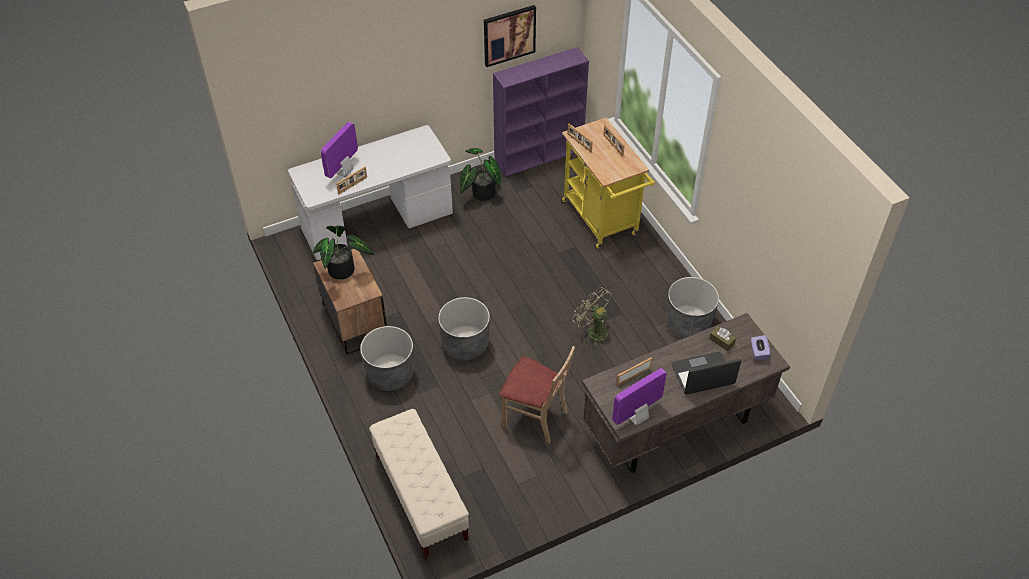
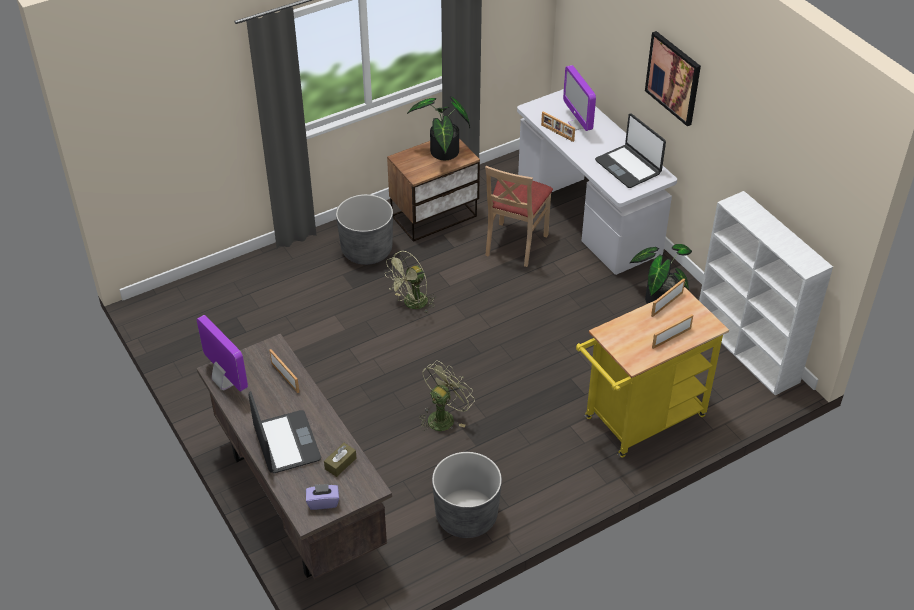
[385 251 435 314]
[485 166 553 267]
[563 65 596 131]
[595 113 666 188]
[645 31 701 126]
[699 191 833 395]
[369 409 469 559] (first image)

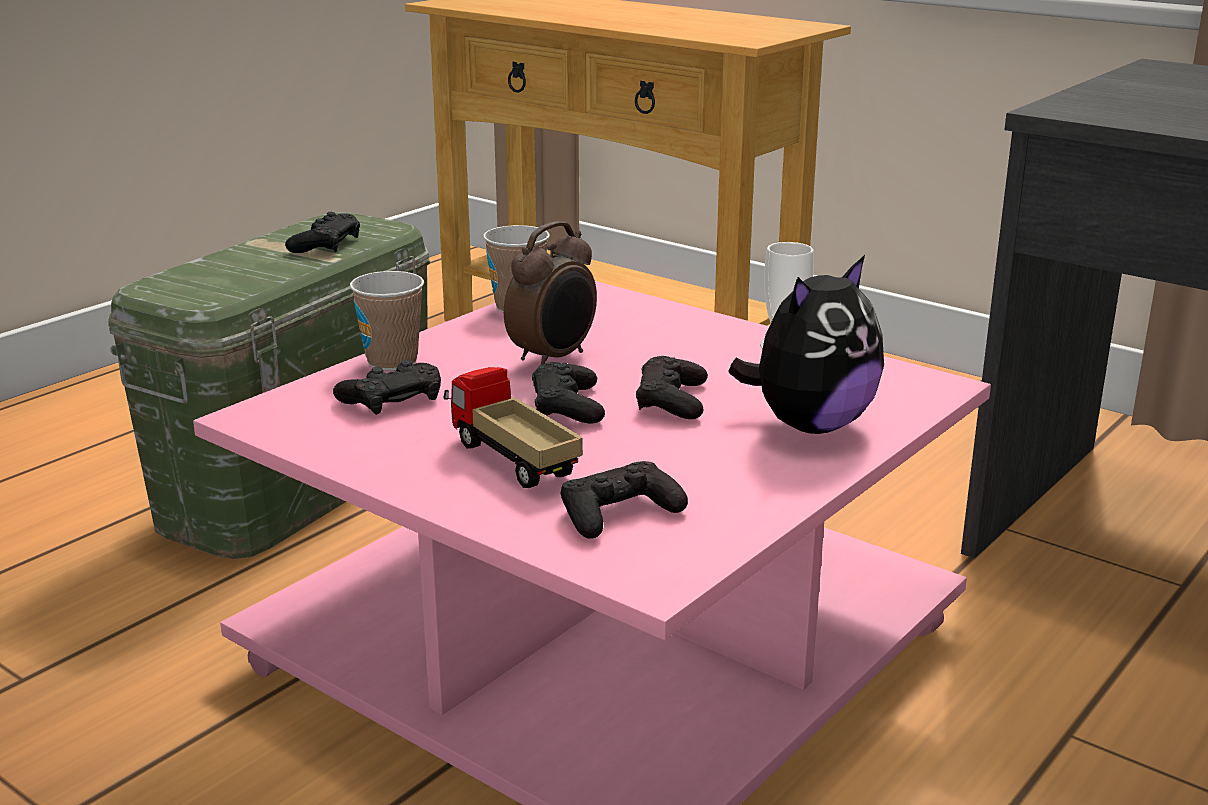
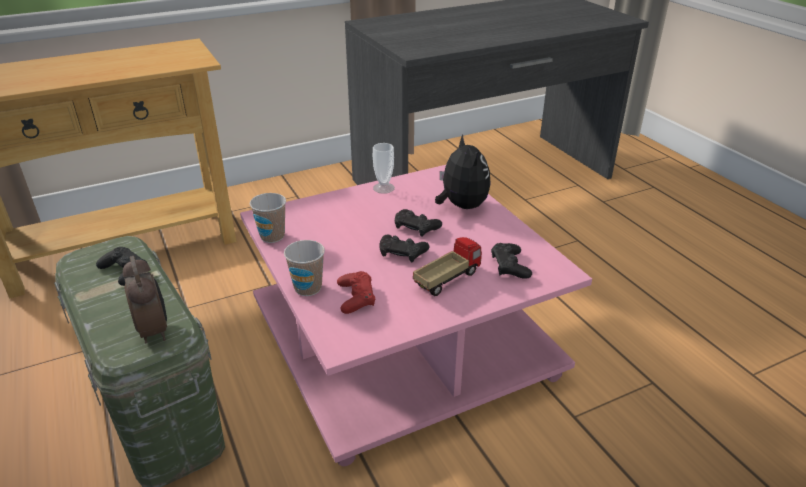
[123 256 167 344]
[337 271 375 314]
[413 237 482 296]

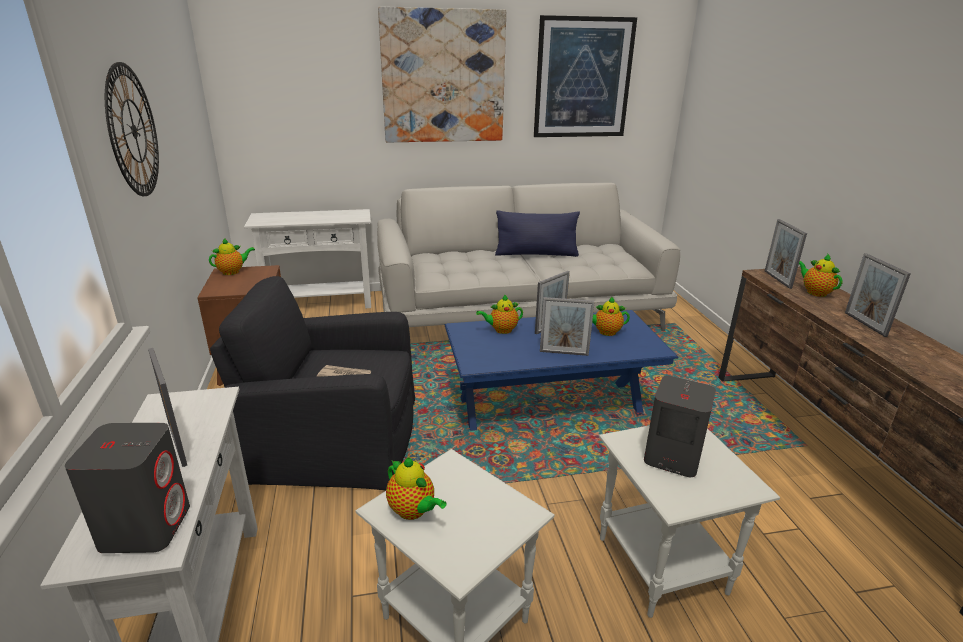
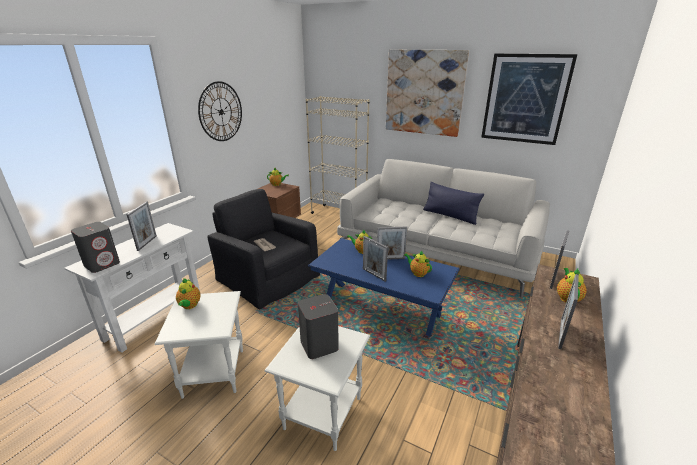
[306 96 370 214]

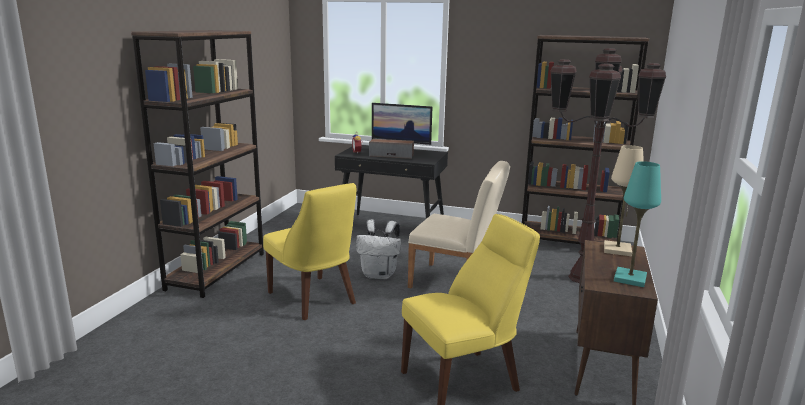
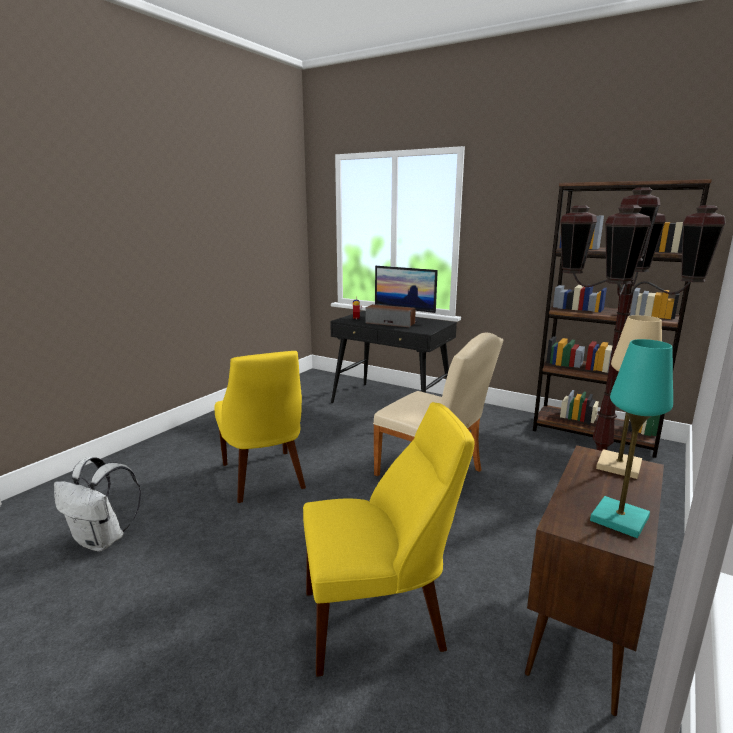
[54 457 141 552]
[131 30 264 298] (first image)

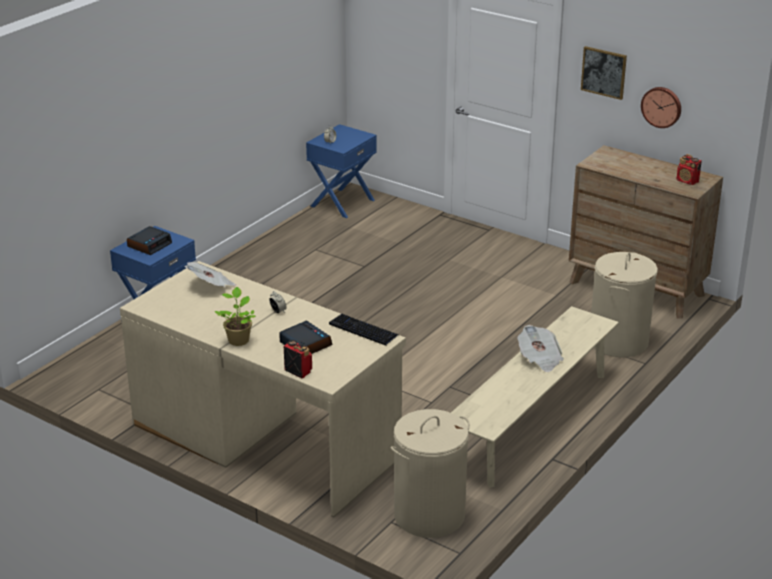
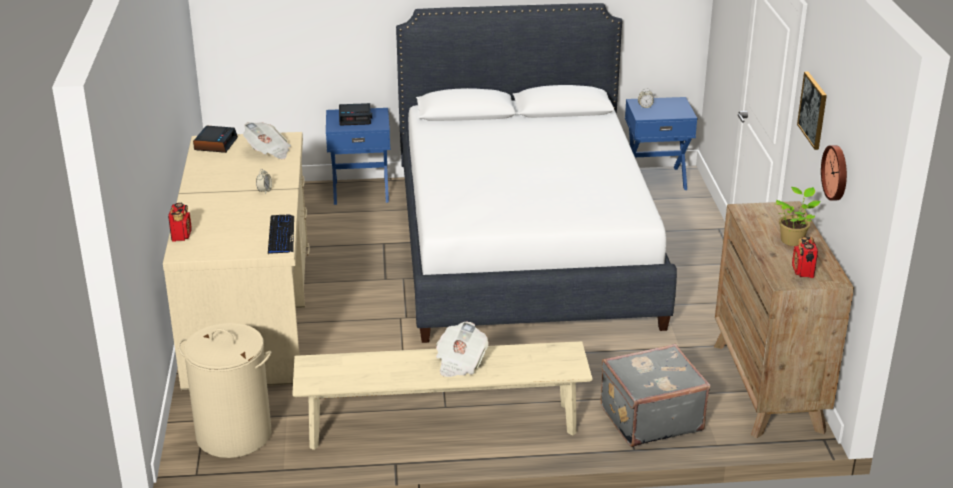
[193 126 238 153]
[396 3 677 343]
[601 344 710 447]
[776 187 821 246]

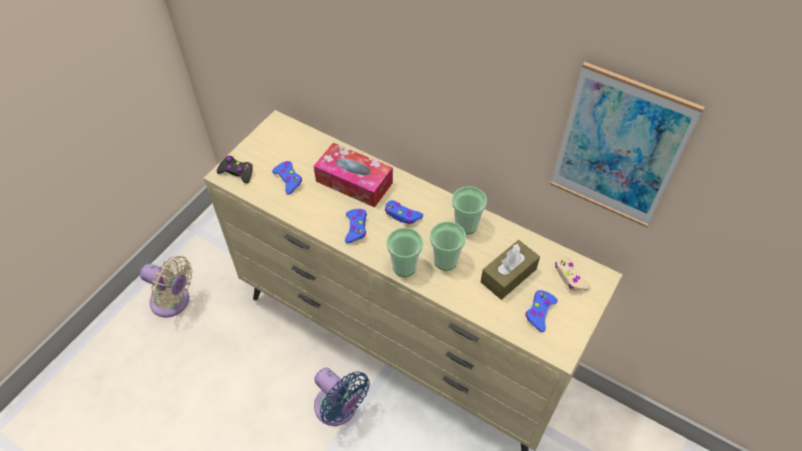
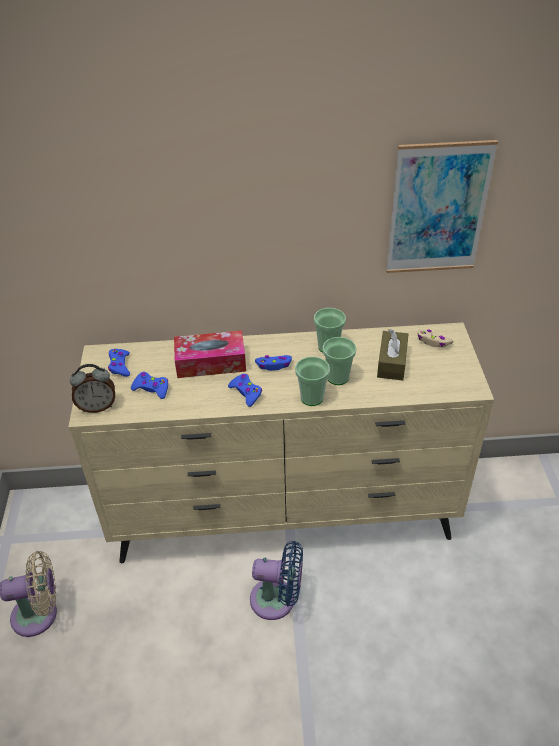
[70 364 115 413]
[108 349 130 377]

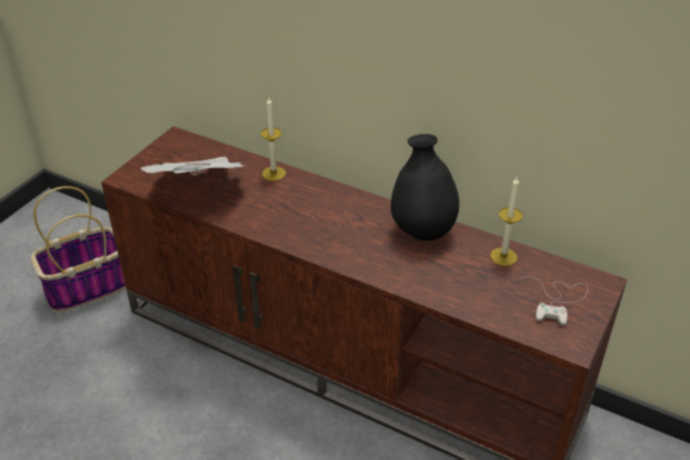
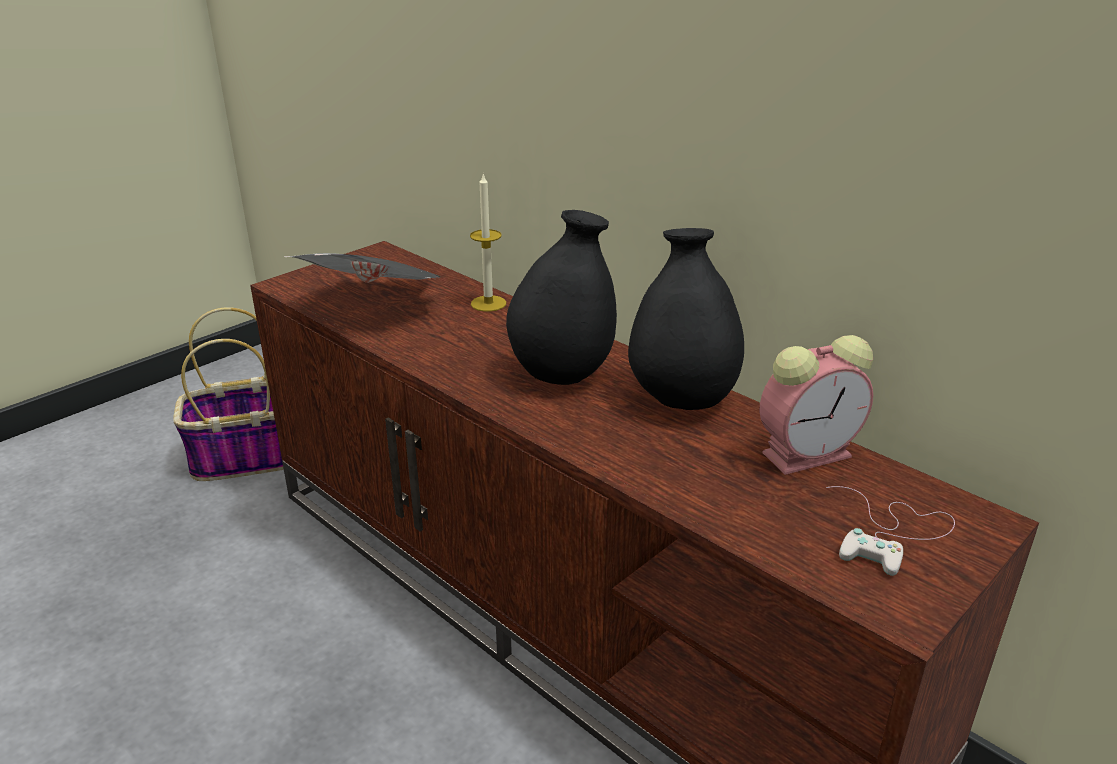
[506 210 617 385]
[760 335 873 475]

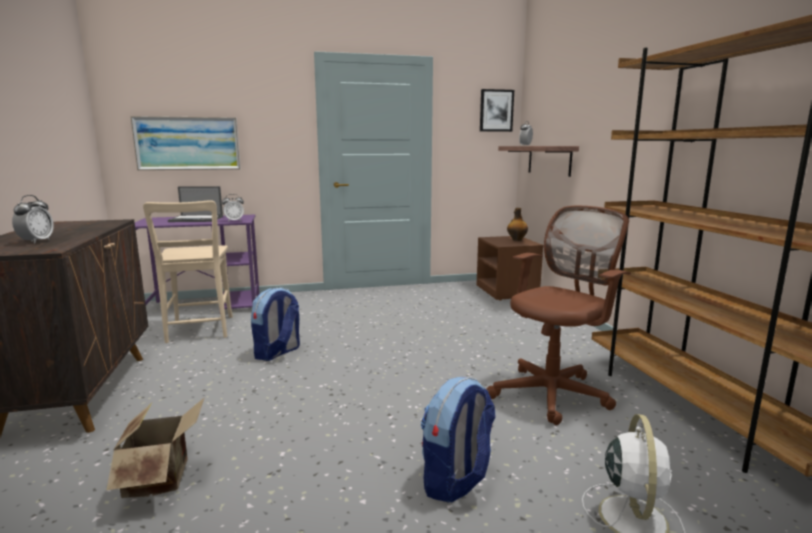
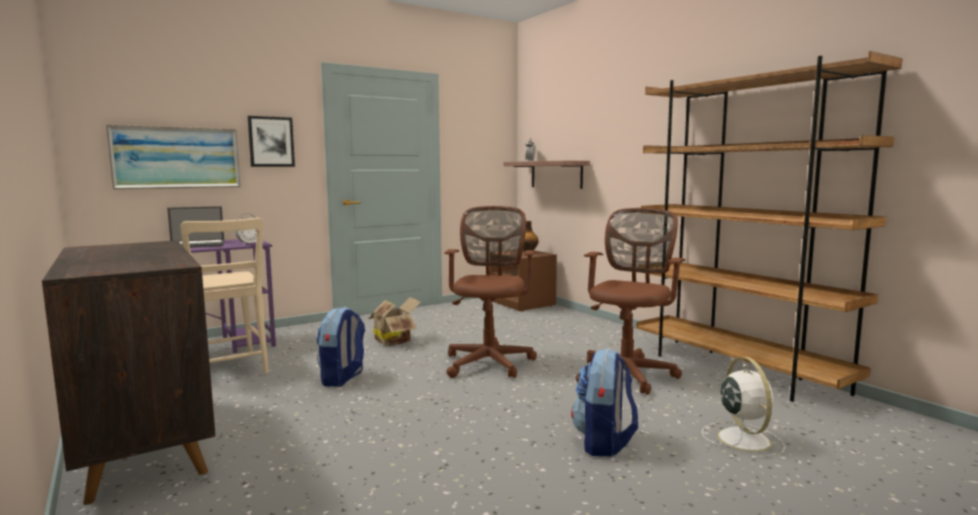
[247 116 295 167]
[369 297 421 346]
[444 206 537 378]
[12 195 54 244] (first image)

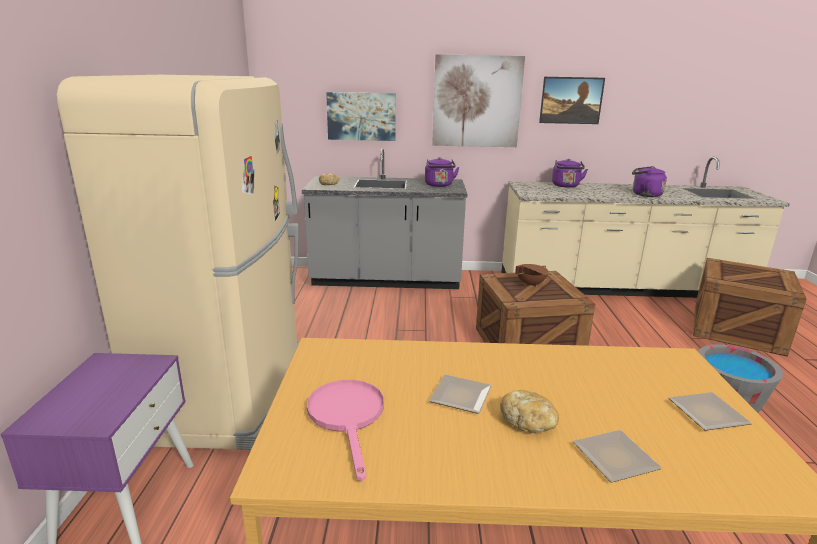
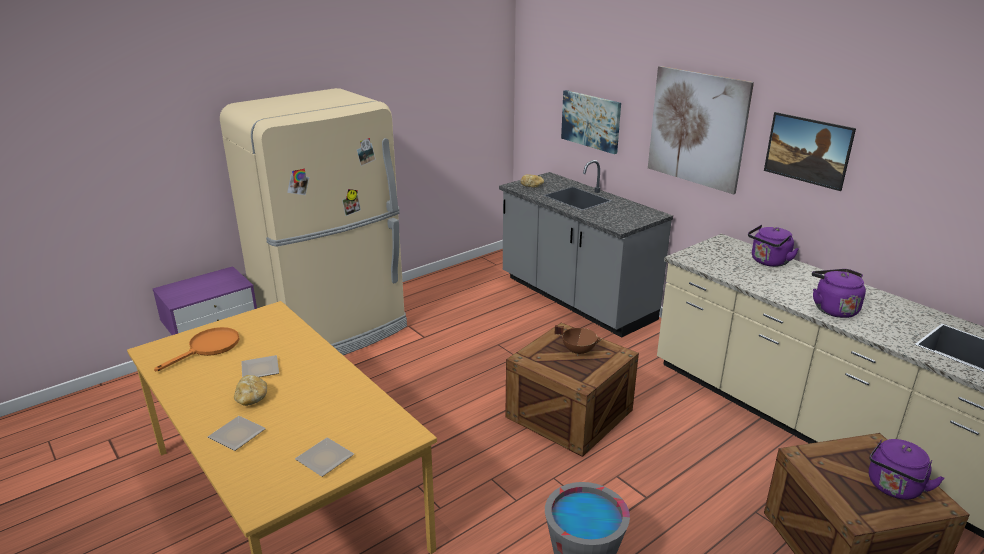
[154 327 240 371]
[869 439 945 499]

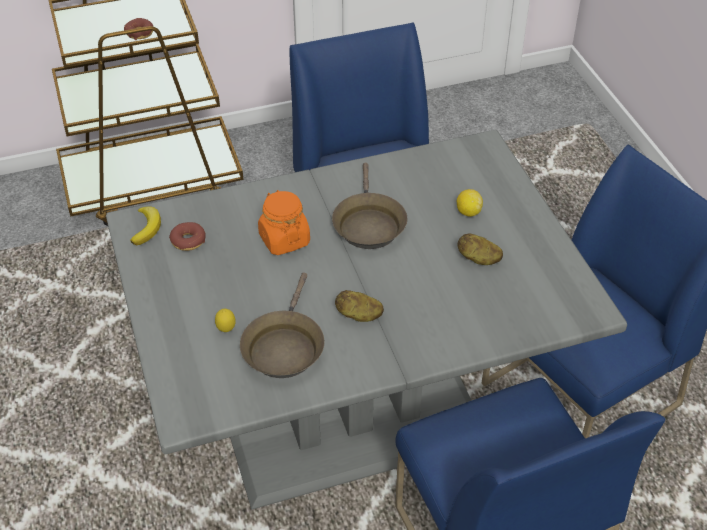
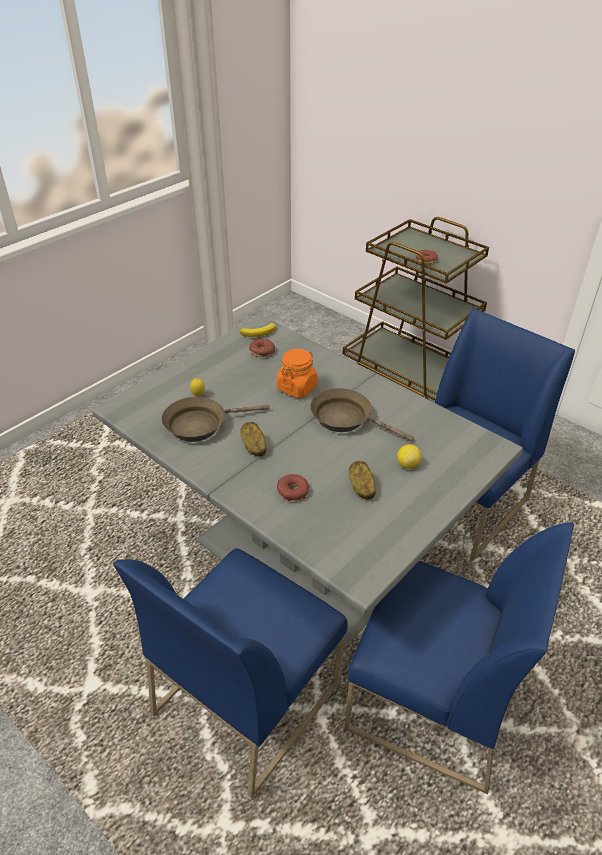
[277 474 309 501]
[310 388 414 441]

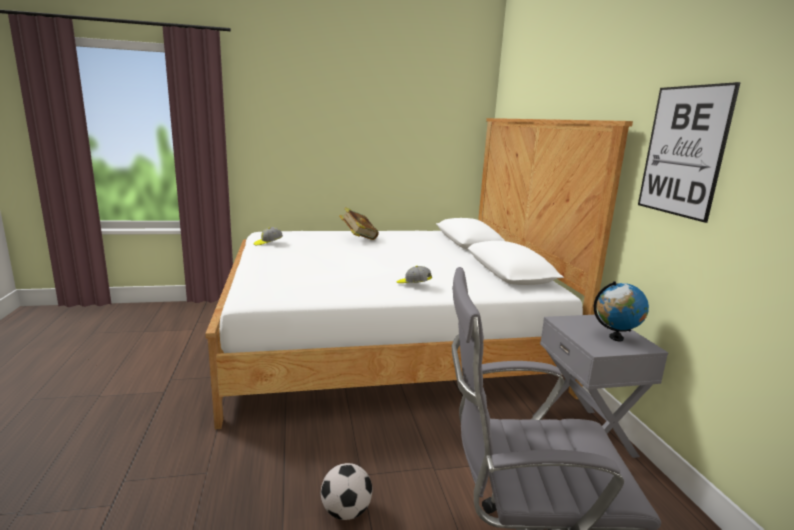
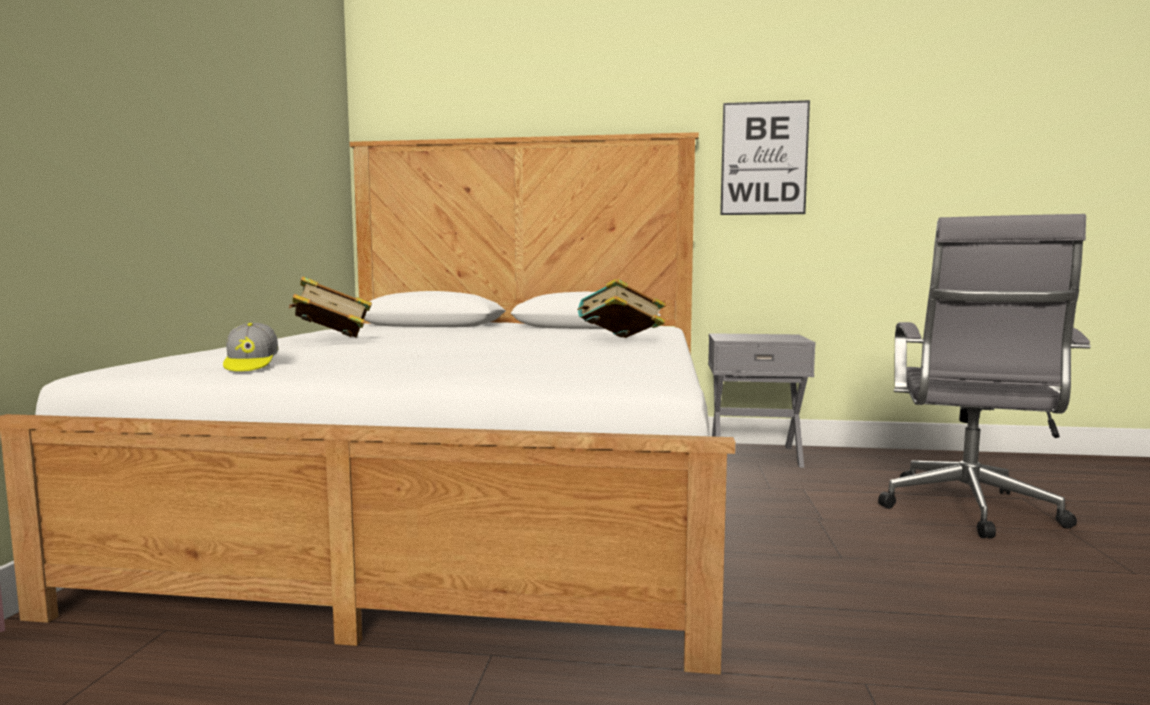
[577 278 666 338]
[321 463 372 520] (first image)
[594 281 649 341] (first image)

